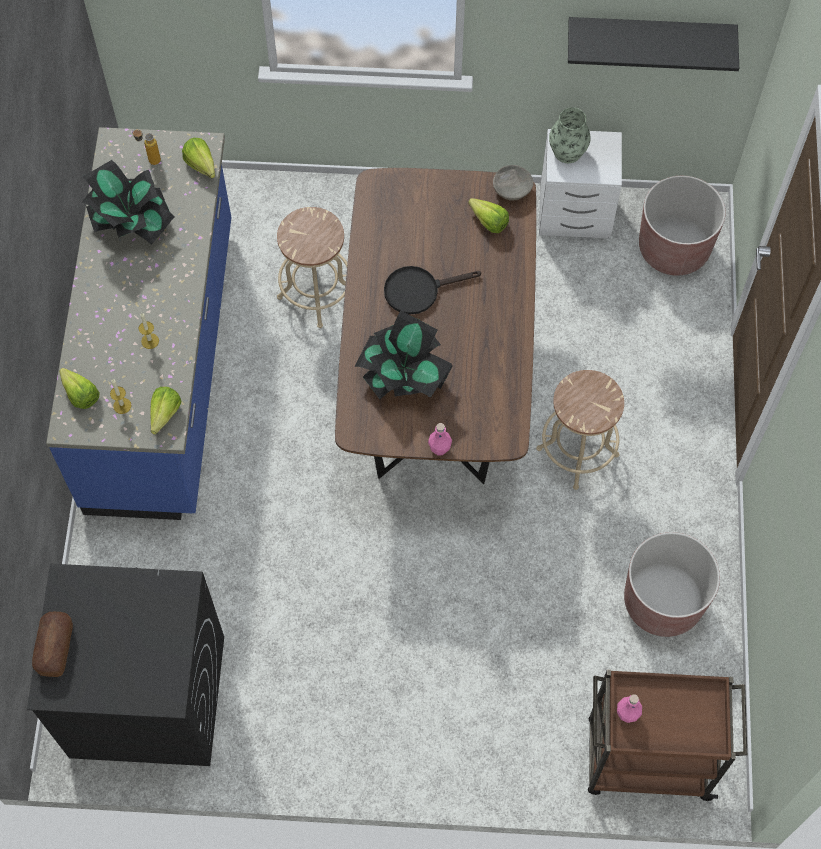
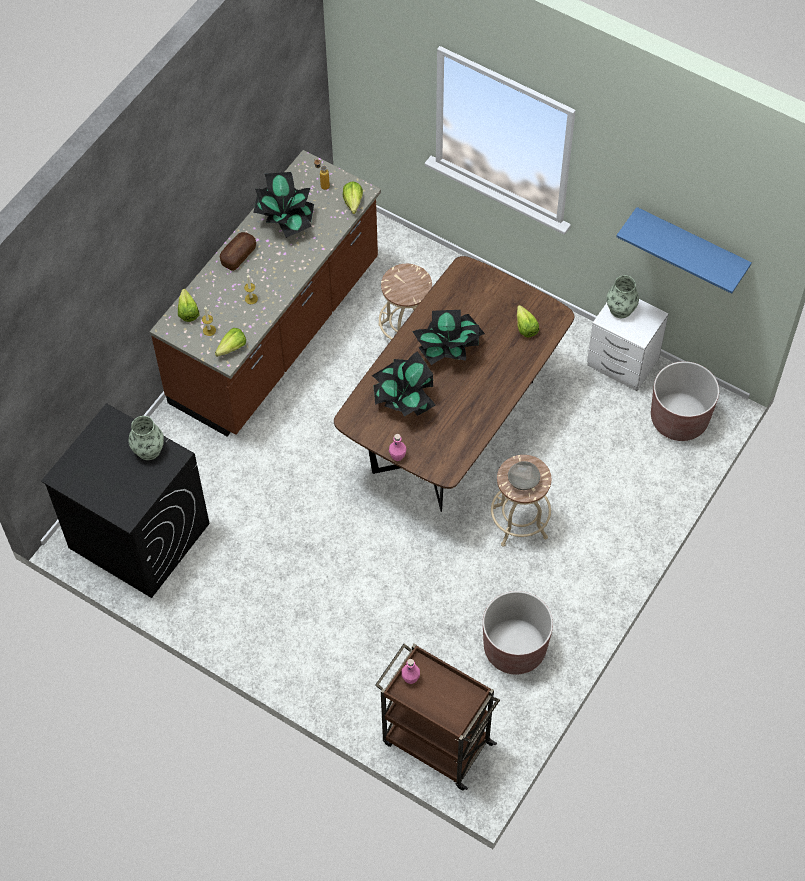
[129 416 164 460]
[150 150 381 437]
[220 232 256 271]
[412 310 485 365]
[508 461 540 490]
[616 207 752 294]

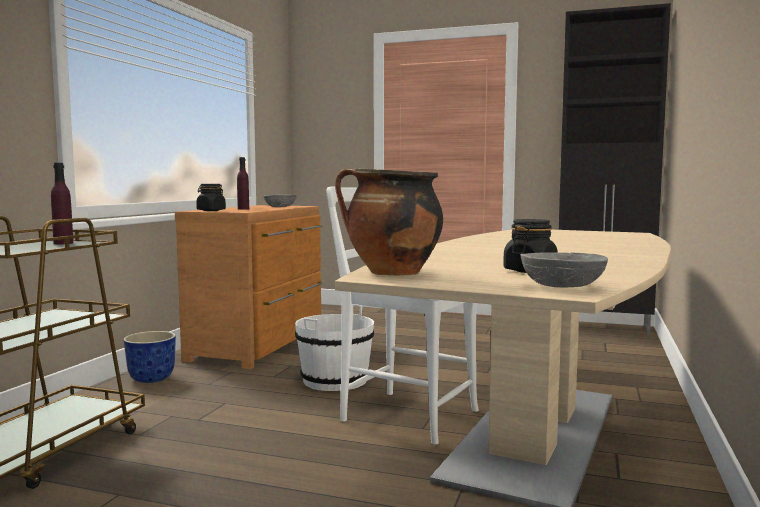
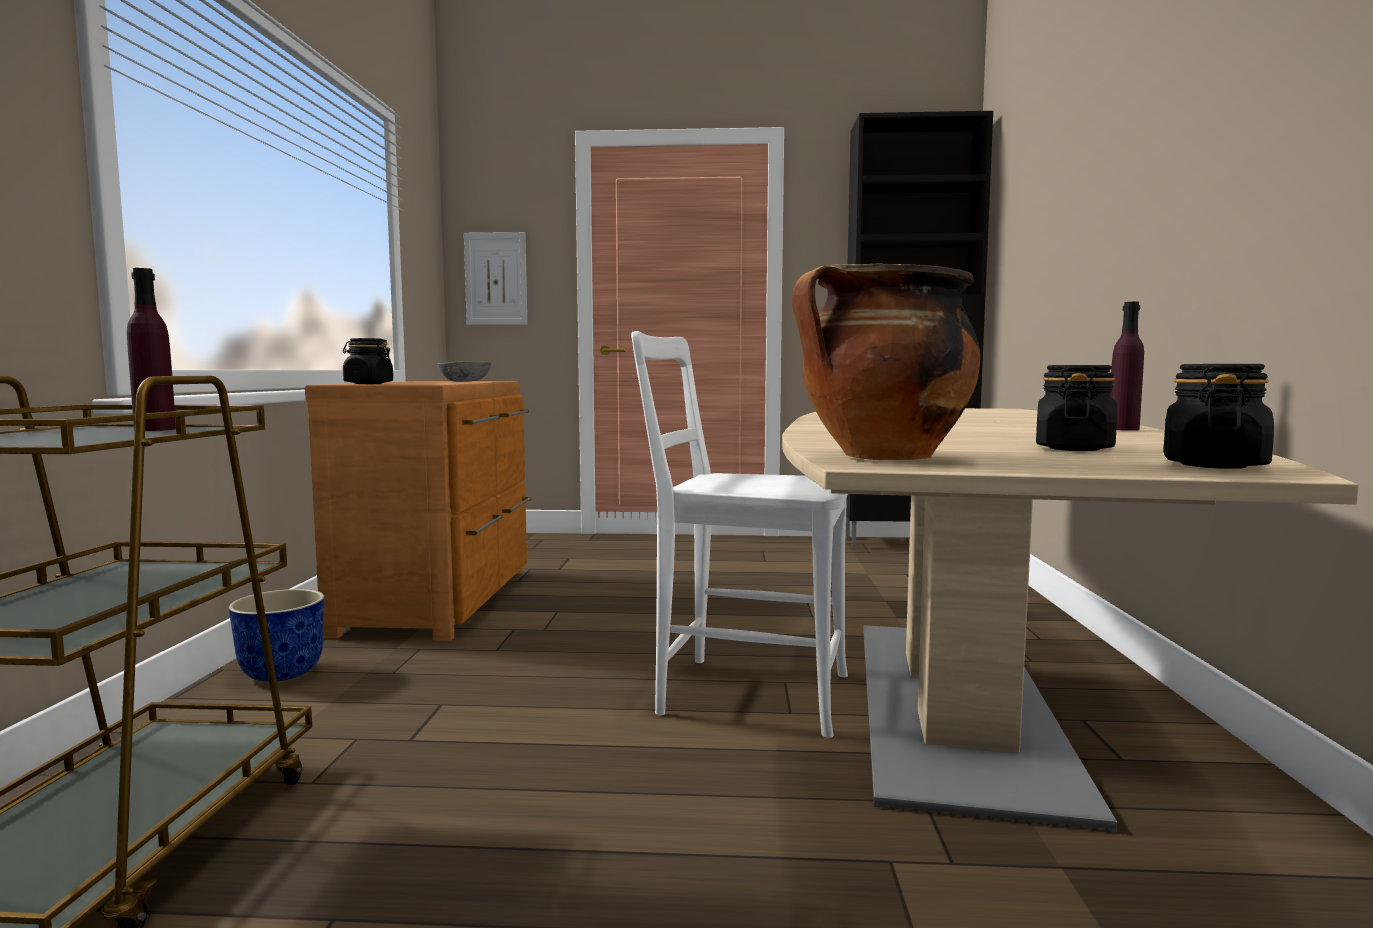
[464 232 527 325]
[1110 302 1144 431]
[1163 364 1274 469]
[295 304 374 391] (first image)

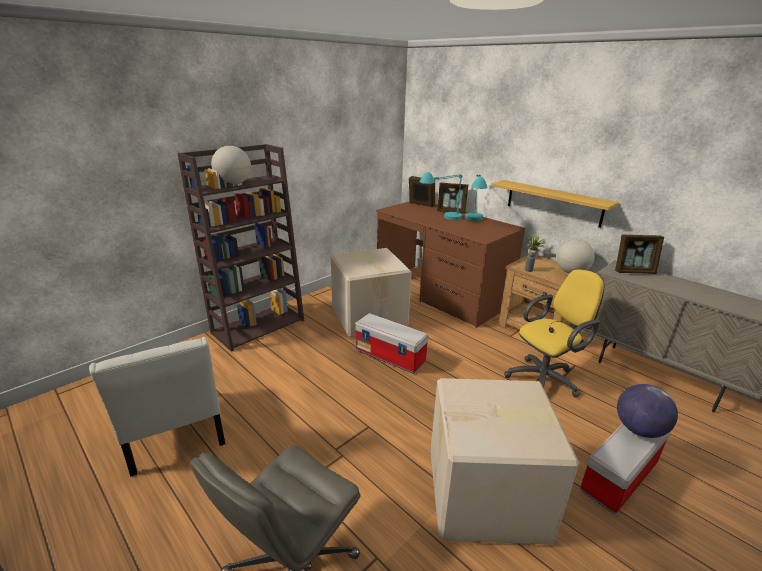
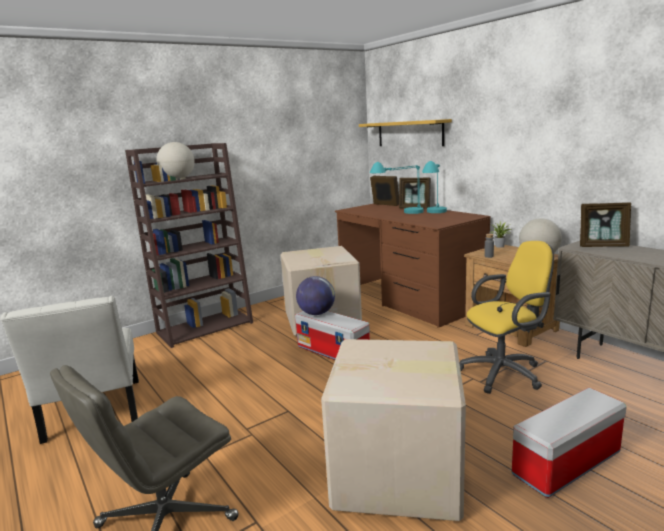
[296 276 335 315]
[359 119 452 146]

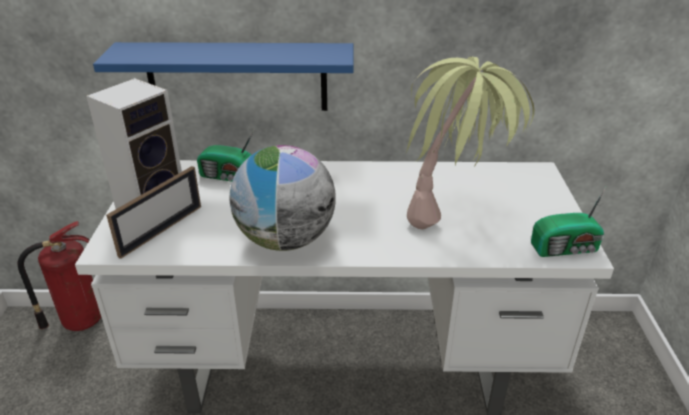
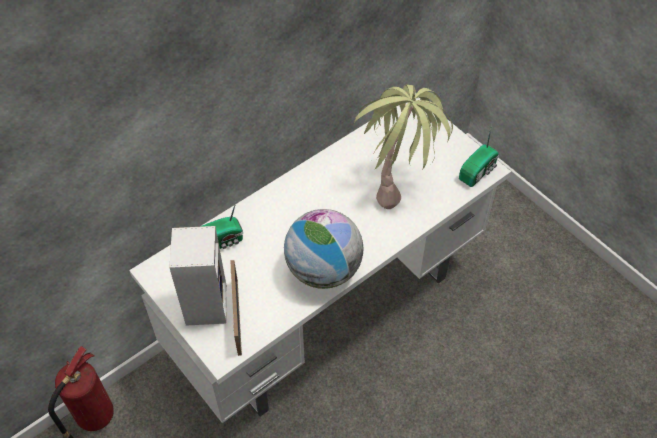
[93 42 354 111] (first image)

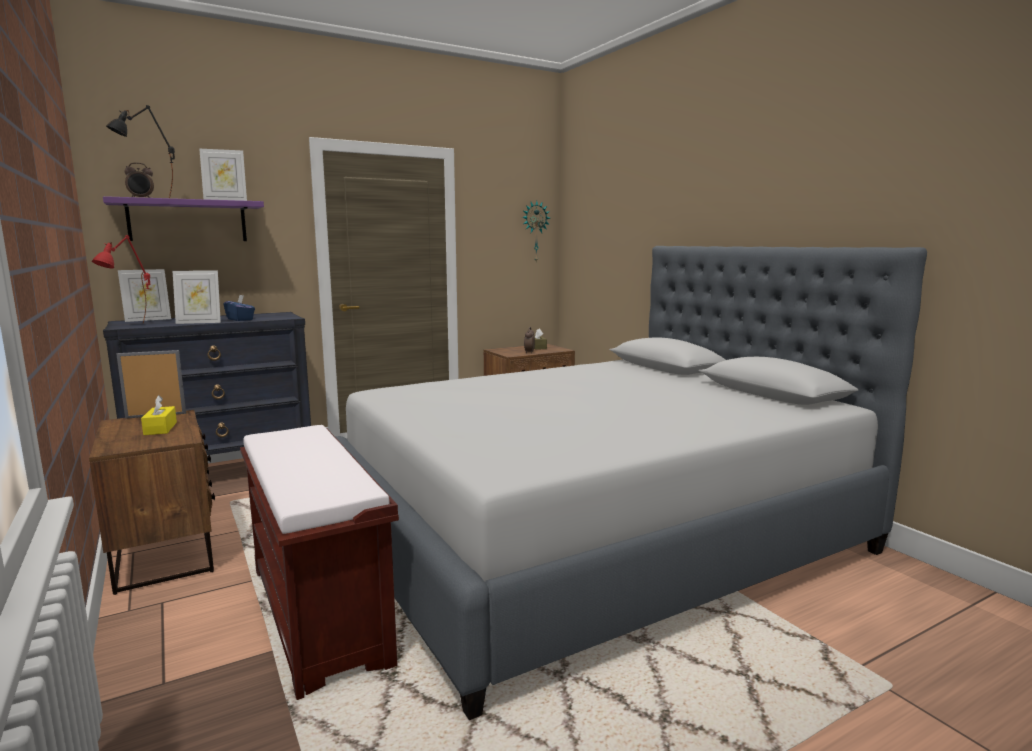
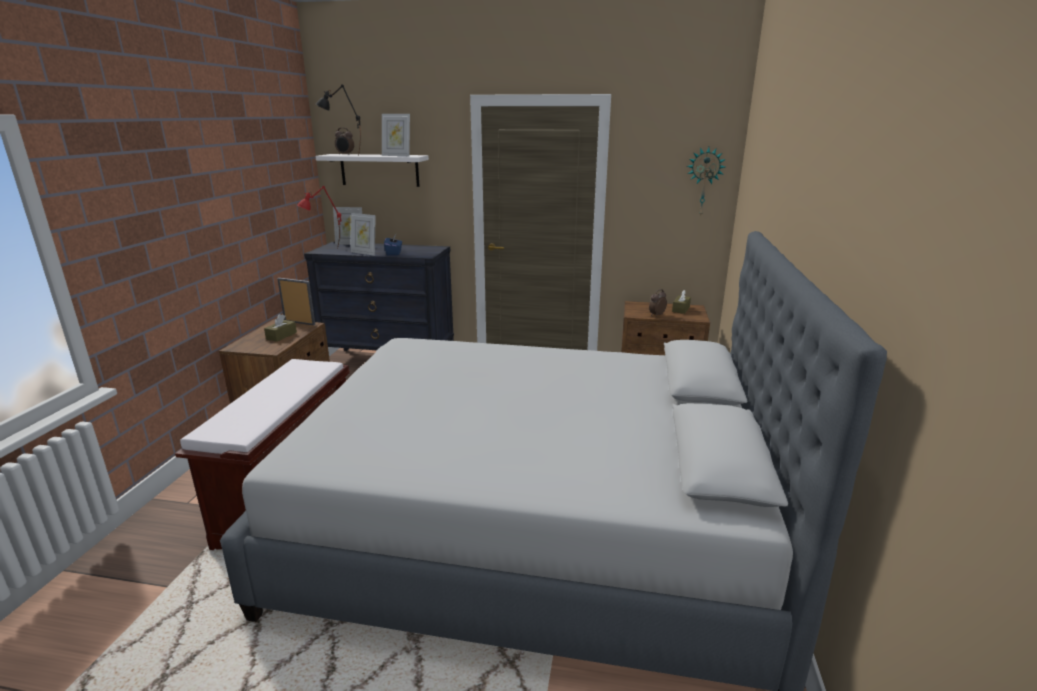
[264 314 297 342]
[316 154 429 187]

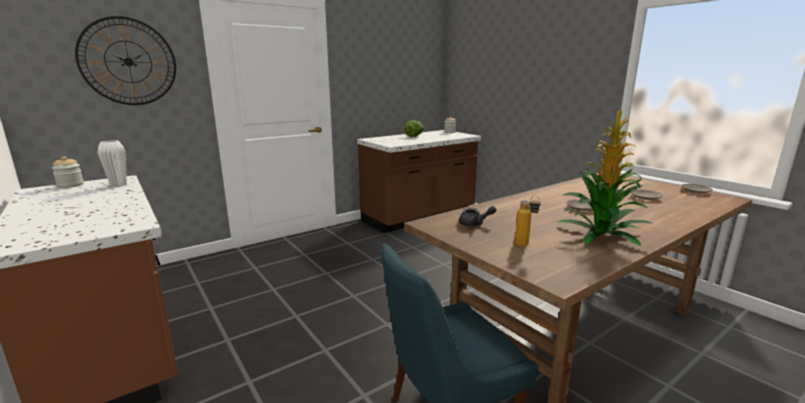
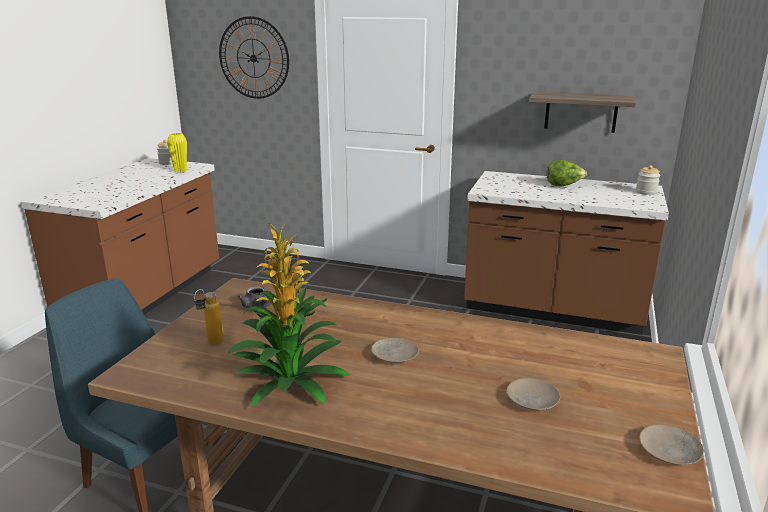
[167 133 187 172]
[529 92 636 133]

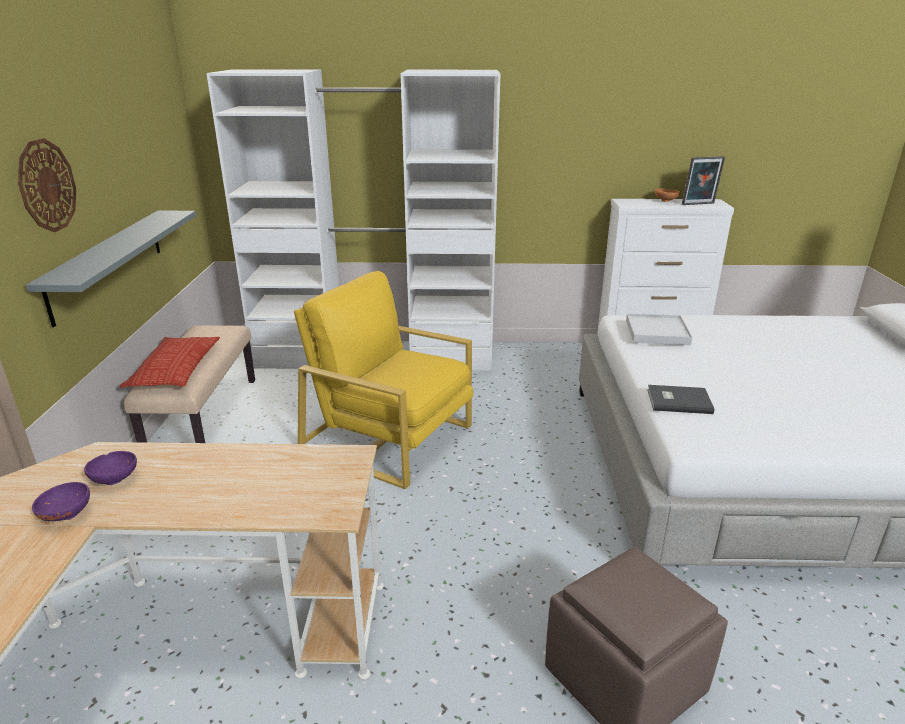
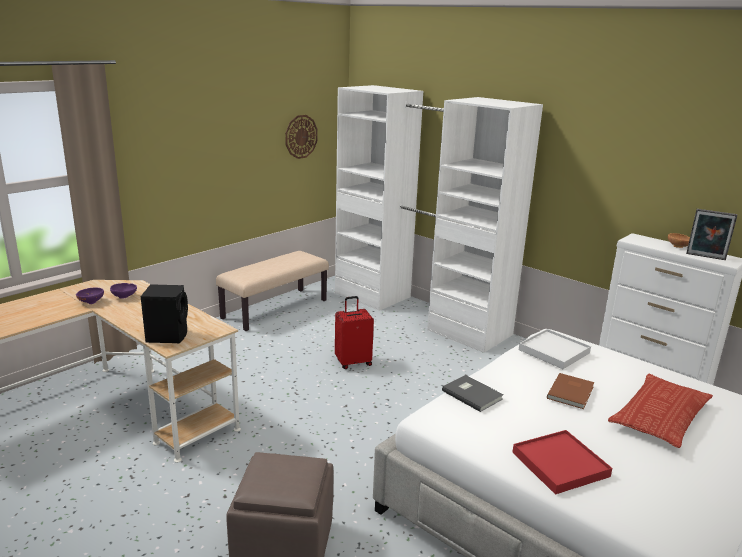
[141 284 188 343]
[285 115 318 159]
[335 296 374 369]
[512 430 612 495]
[547 373 594 409]
[608 374 713 448]
[26 211 196 327] (first image)

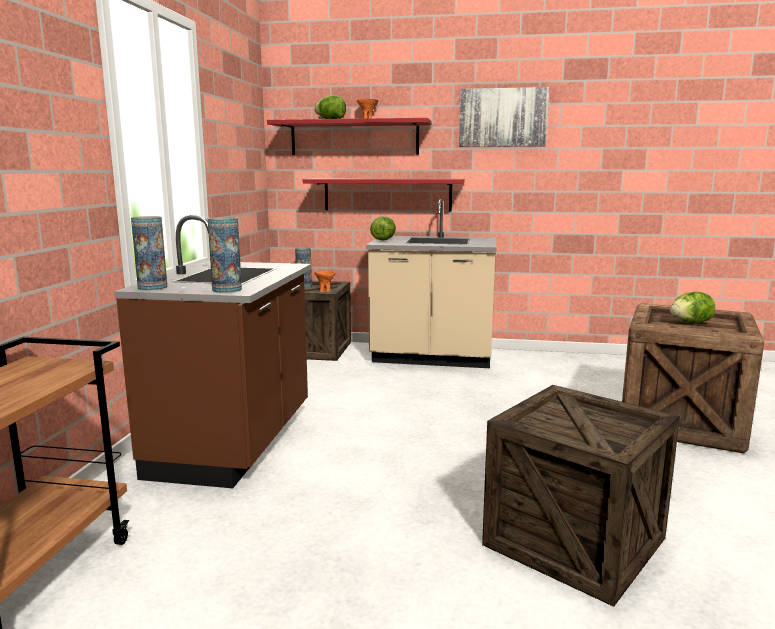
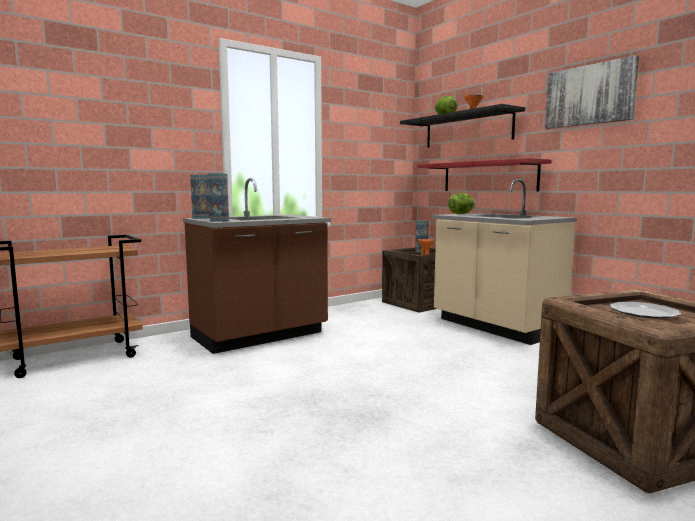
[400 104 525 148]
[610 302 681 319]
[482 385 680 607] (first image)

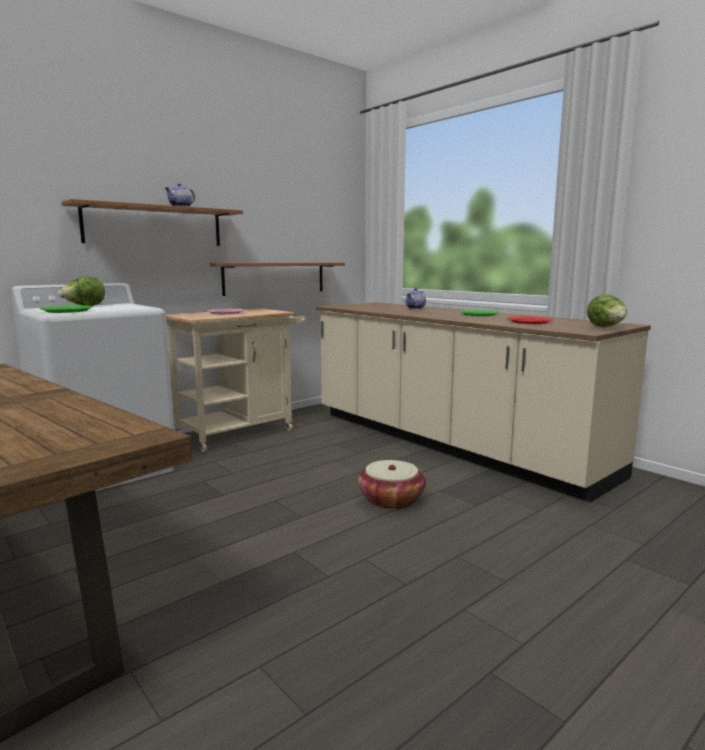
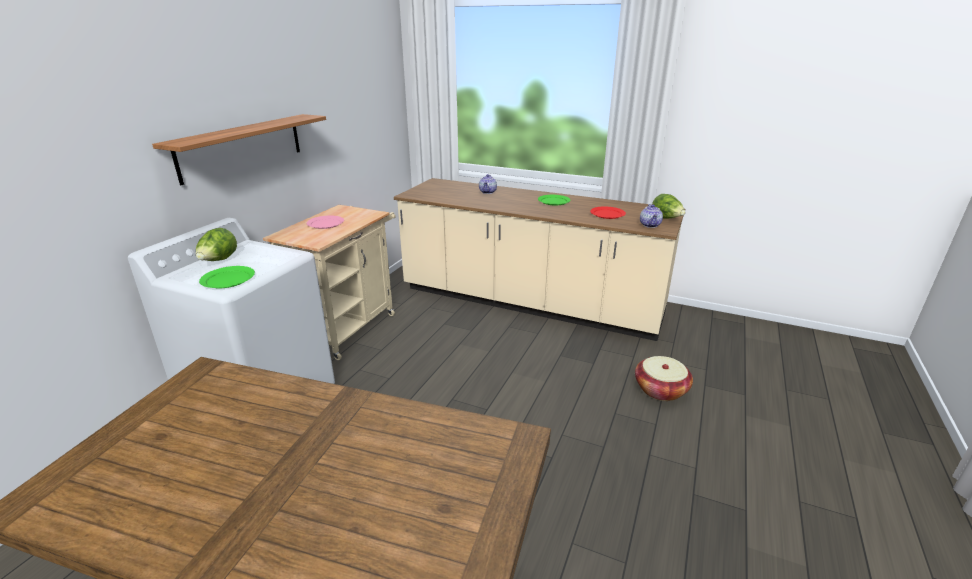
[635 356 693 401]
[640 204 663 228]
[210 262 345 296] (first image)

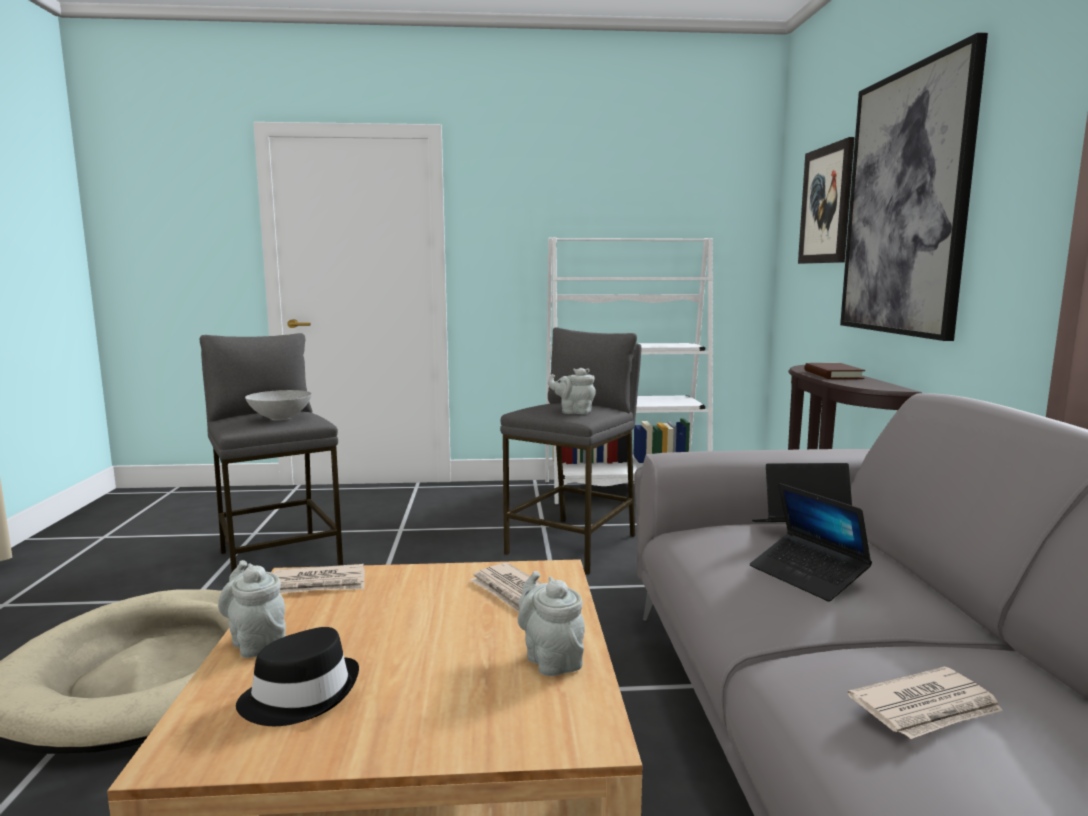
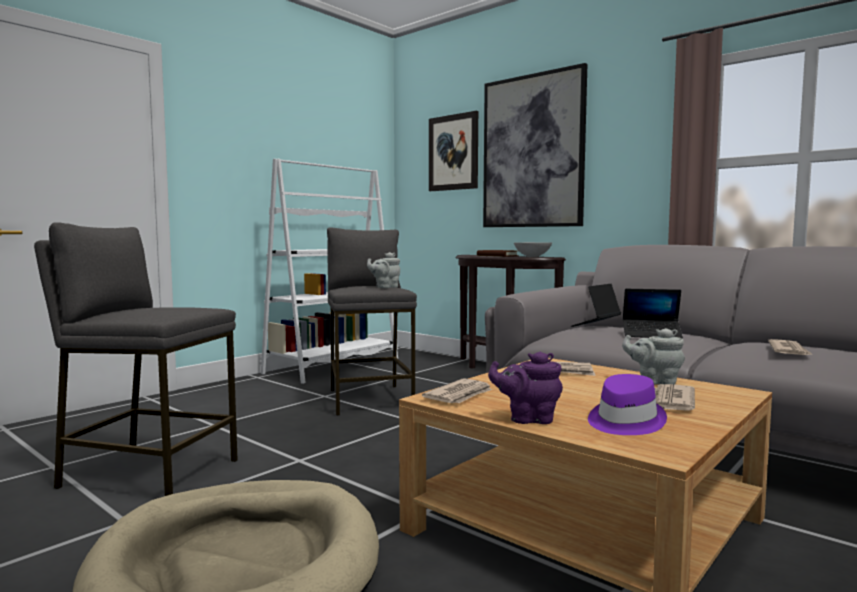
[488 352 563 424]
[514 242 552 257]
[588 374 667 435]
[654 384 695 411]

